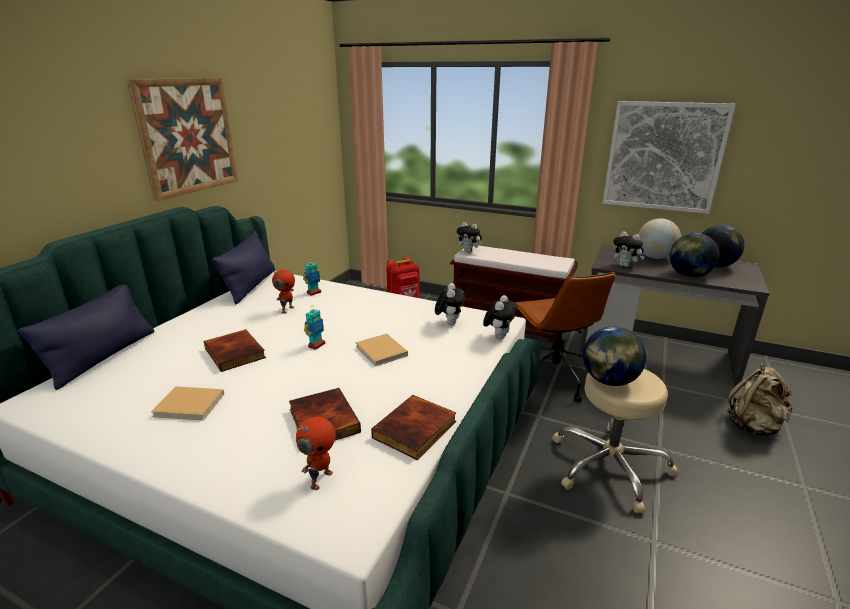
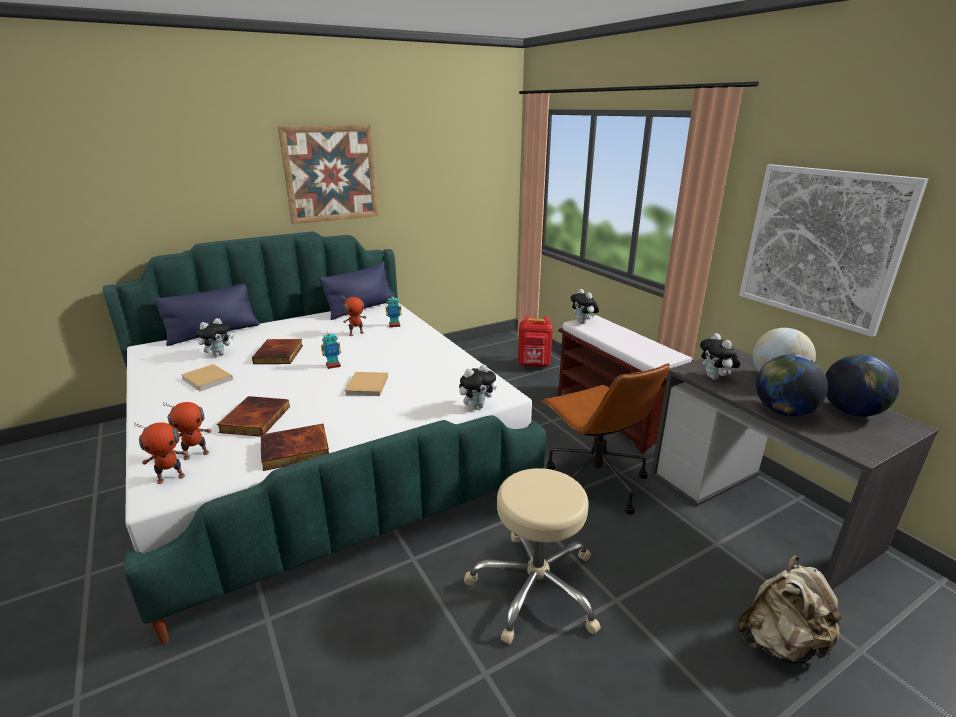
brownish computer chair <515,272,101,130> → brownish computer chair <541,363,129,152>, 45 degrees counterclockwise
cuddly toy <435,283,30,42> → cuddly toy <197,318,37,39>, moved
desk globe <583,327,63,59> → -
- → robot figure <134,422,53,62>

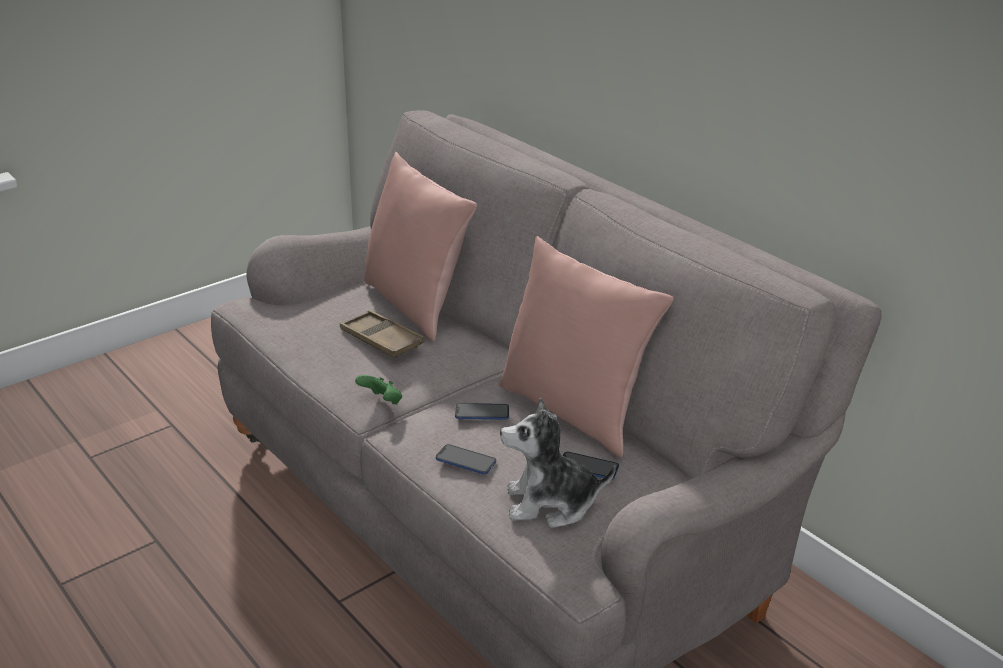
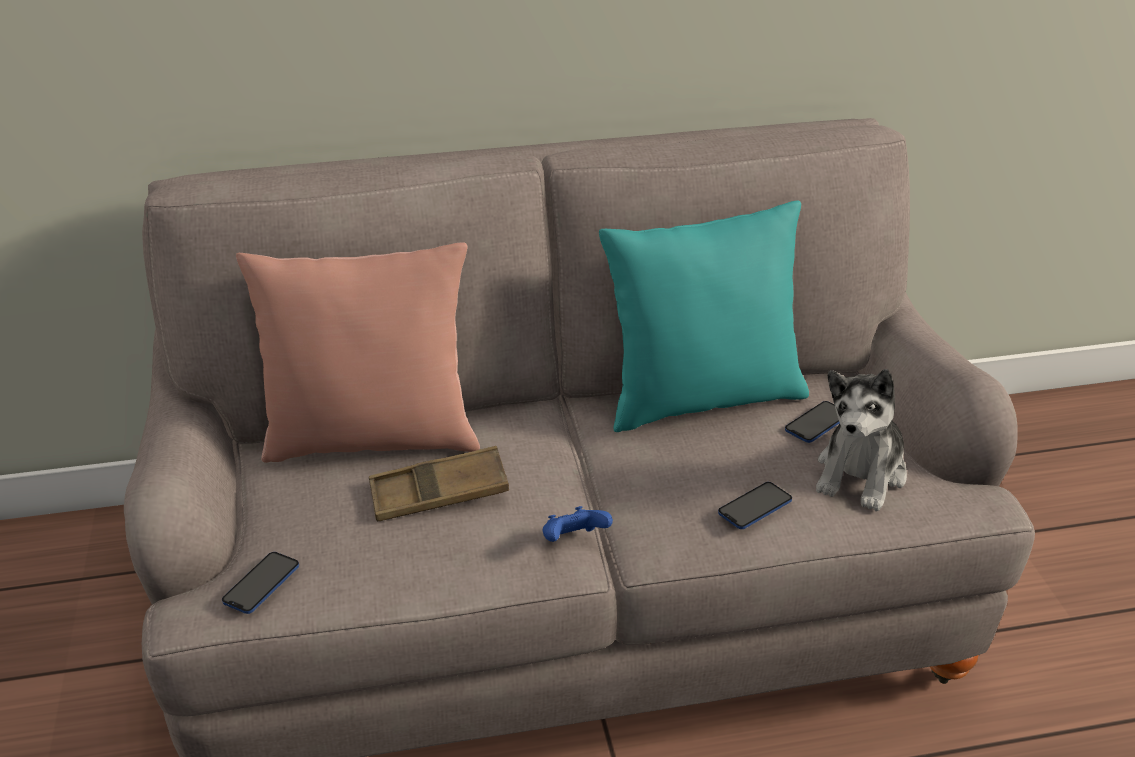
pink pillow <499,236,174,221> → blue-green pillow <599,200,210,232>
green joypad <355,375,47,29> → blue joypad <543,506,70,36>
handset <455,403,54,17> → handset <222,552,77,62>, moved

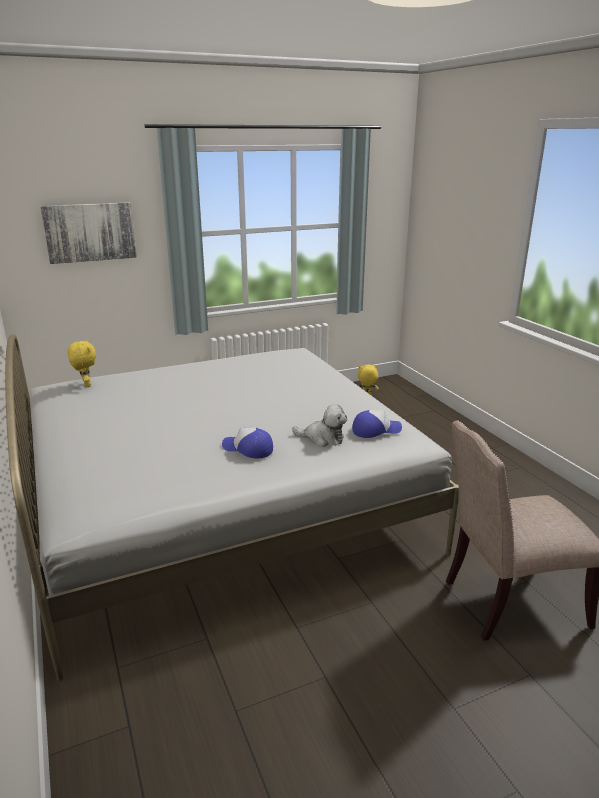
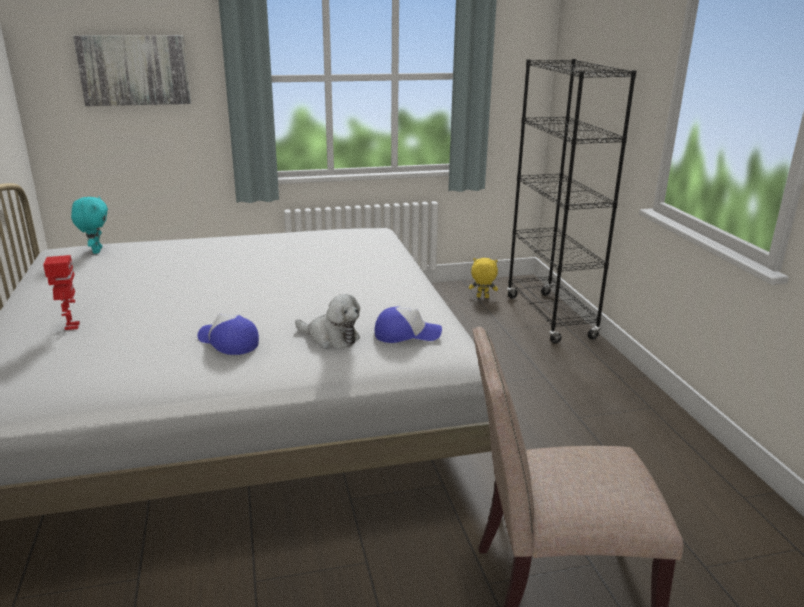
yellow-coloured cuddly toy <68,340,28,48> → blue-green cuddly toy <71,196,37,58>
- → black bookcase <507,59,129,285>
- → robot figure <43,255,37,75>

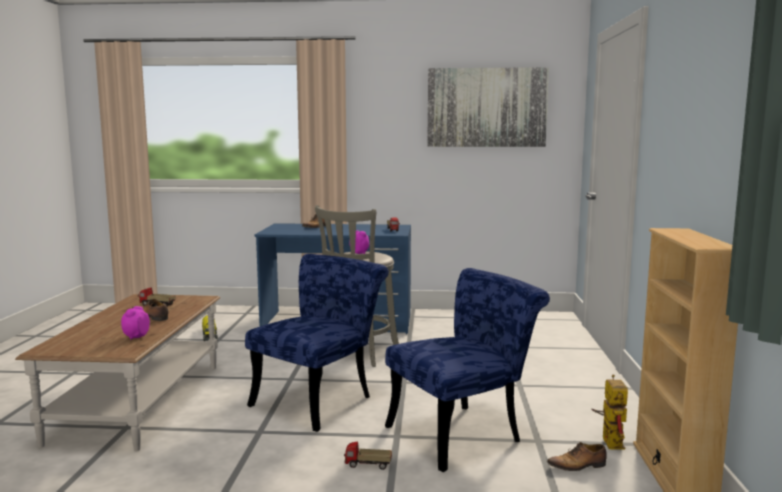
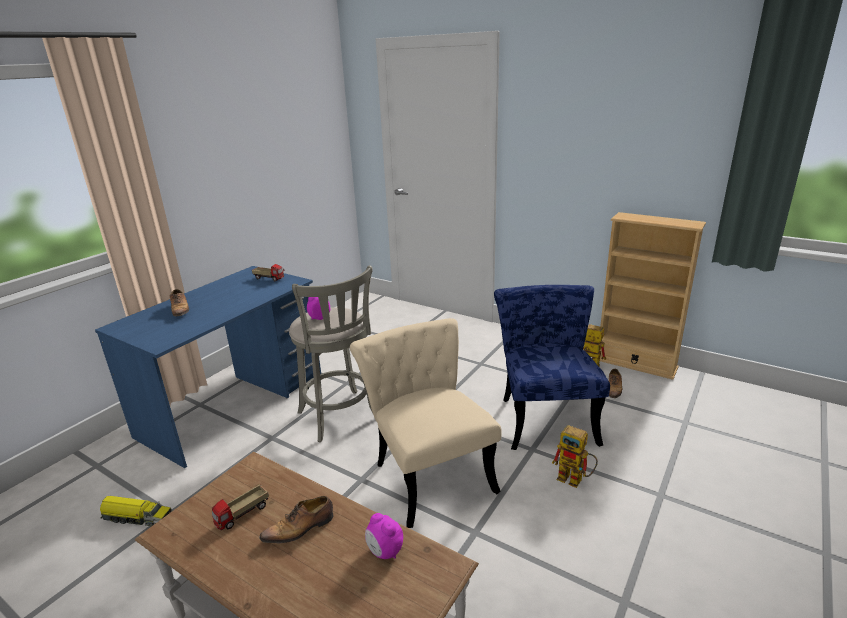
wall art <427,67,122,80> → -
blue upright chair <245,254,144,178> → sand-coloured upright chair <350,318,151,210>
toy truck <344,442,48,28> → robot figure <552,425,46,63>

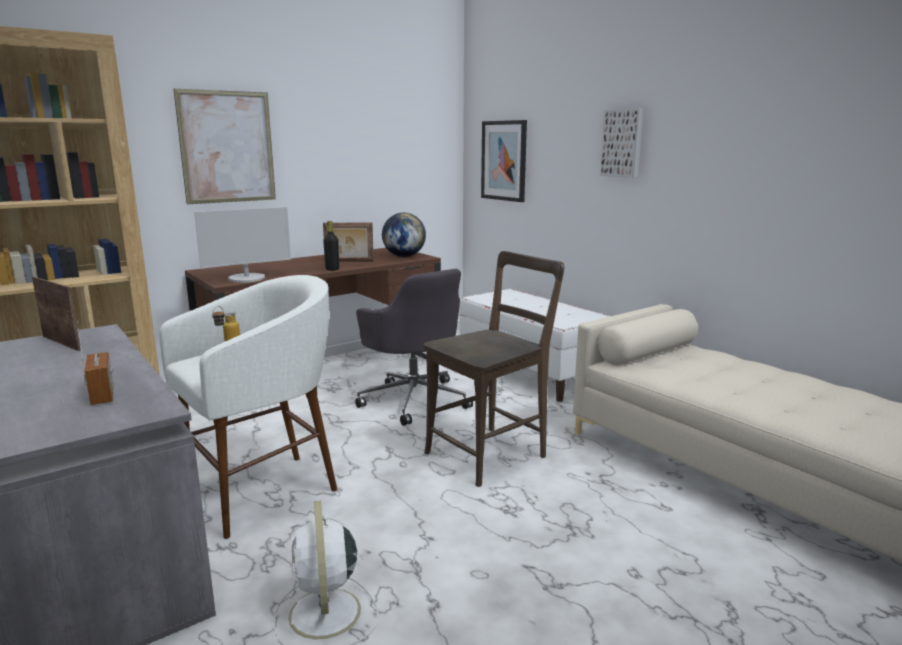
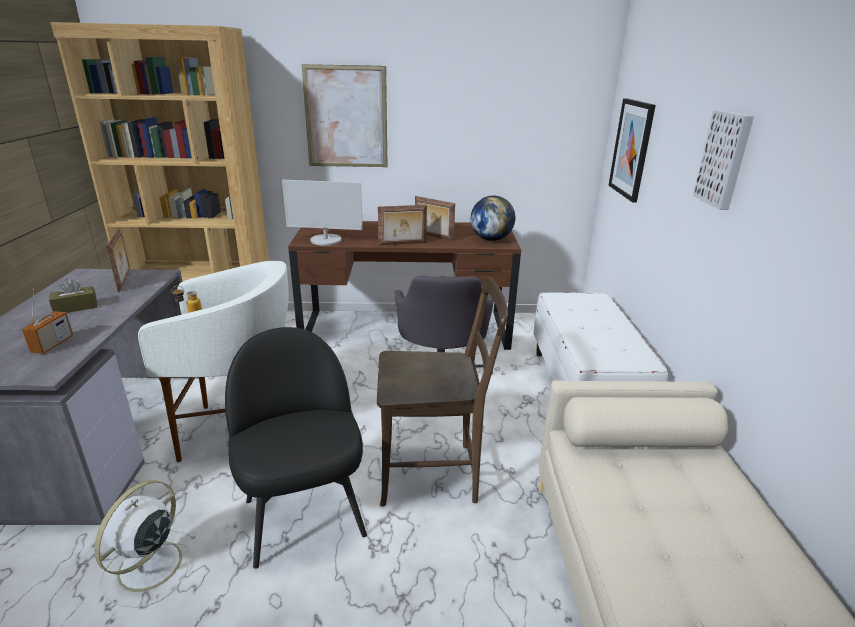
black beverage bottle <323,221,16,50> → photo frame <378,205,49,40>
- → brownish tissue holder <49,278,48,35>
- → black upright chair <225,327,142,242>

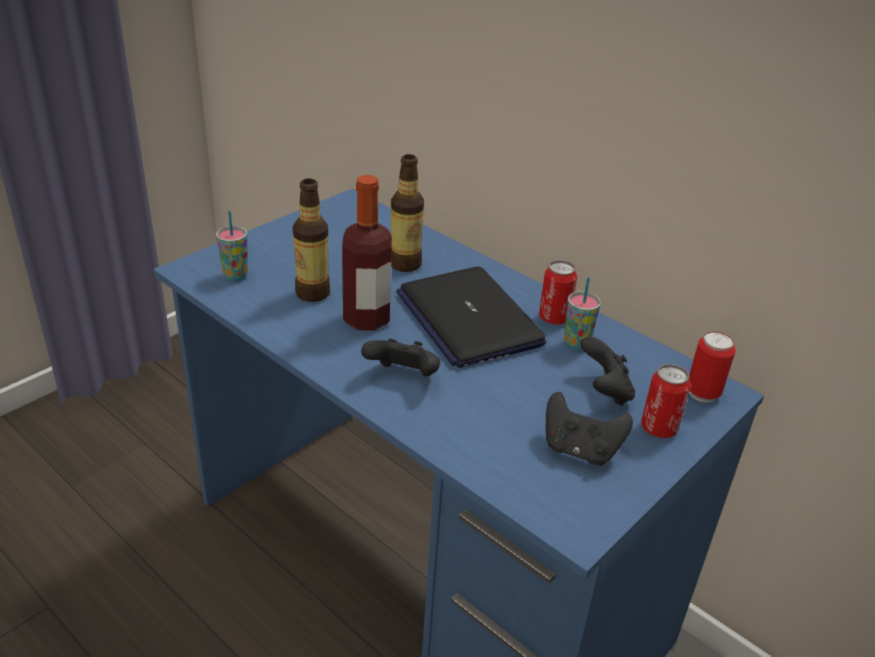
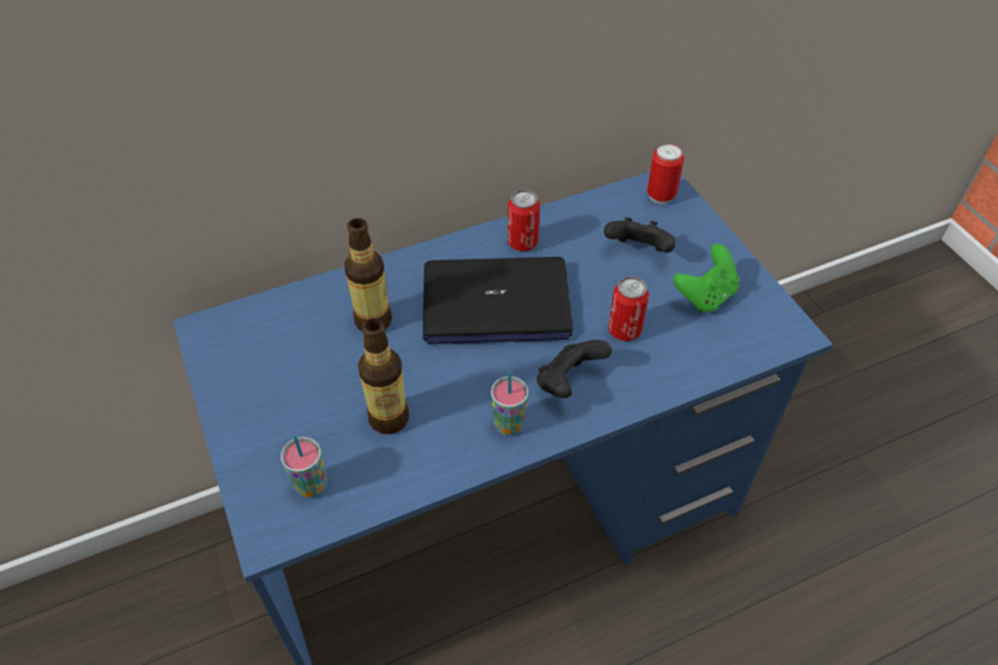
beverage bottle <342,175,50,155> → -
cup <564,277,37,73> → cup <491,372,37,64>, moved
sealed can <641,364,50,74> → sealed can <608,276,41,65>, moved
black joypad <546,392,87,73> → green joypad <673,244,67,69>

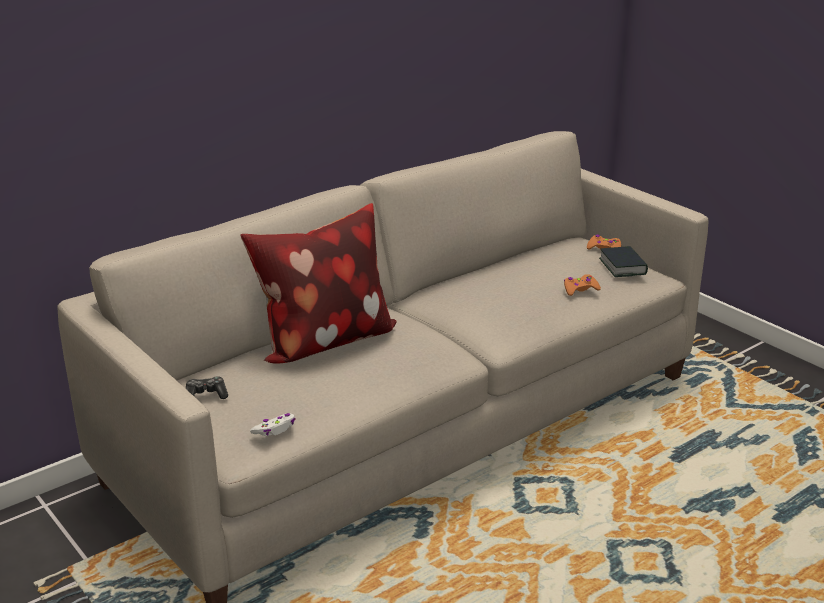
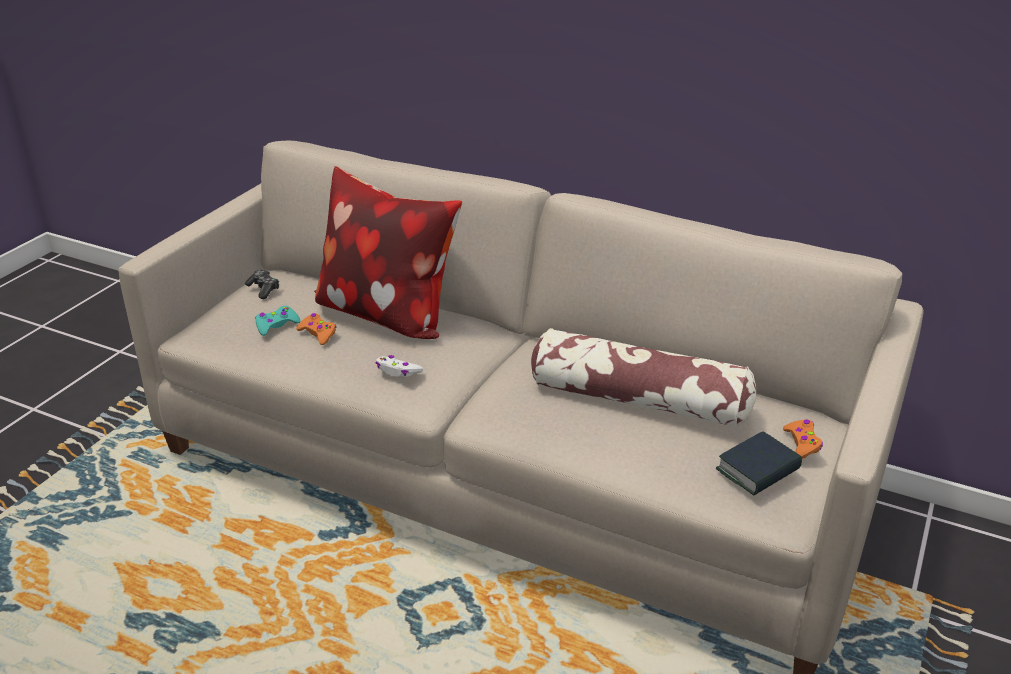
orangey joypad <564,274,37,22> → orangey joypad <296,313,40,32>, moved
white joypad <250,413,46,23> → white joypad <375,355,48,22>, moved
- → blue-green joypad <255,306,46,30>
- → pillow <531,328,225,100>

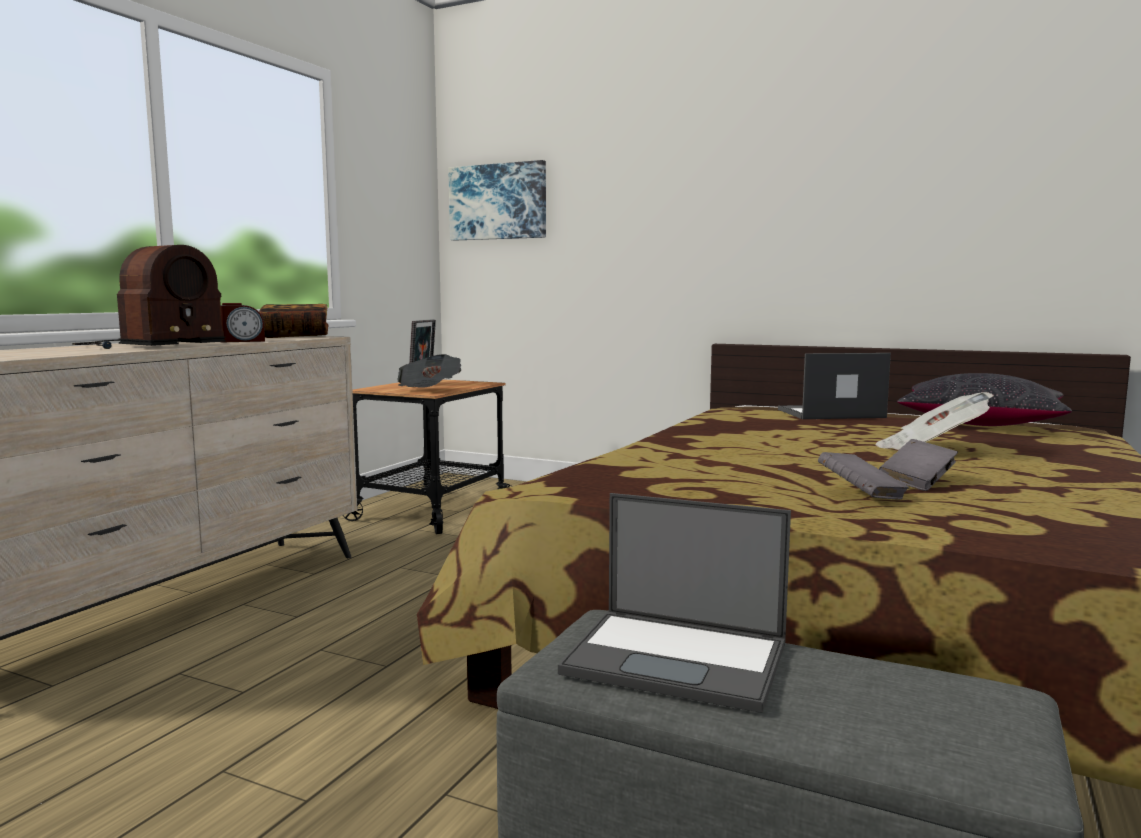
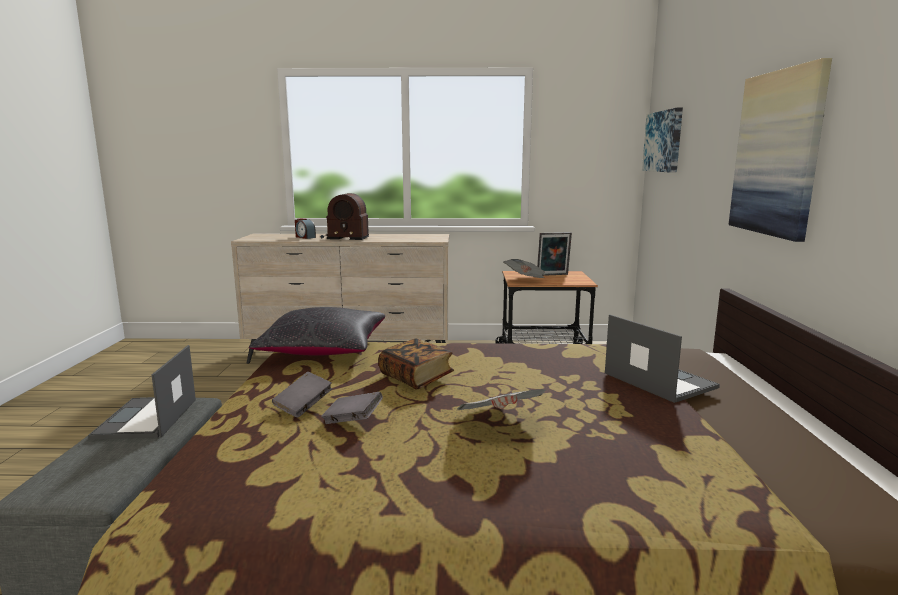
alarm clock <221,303,44,39> → alarm clock <295,218,21,21>, moved
book <259,304,69,34> → book <378,338,76,51>, moved
black pillow <897,373,175,53> → black pillow <249,307,136,49>, moved
- → wall art <729,58,103,184>

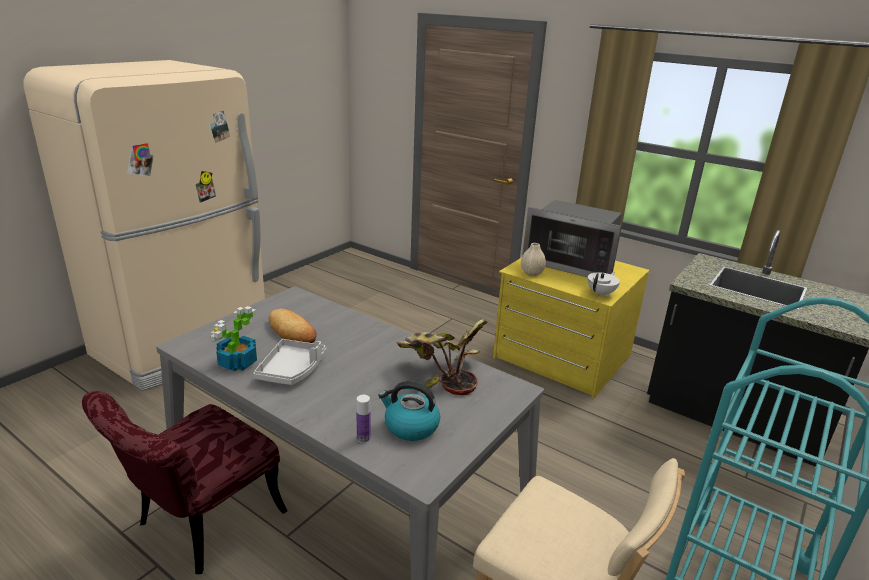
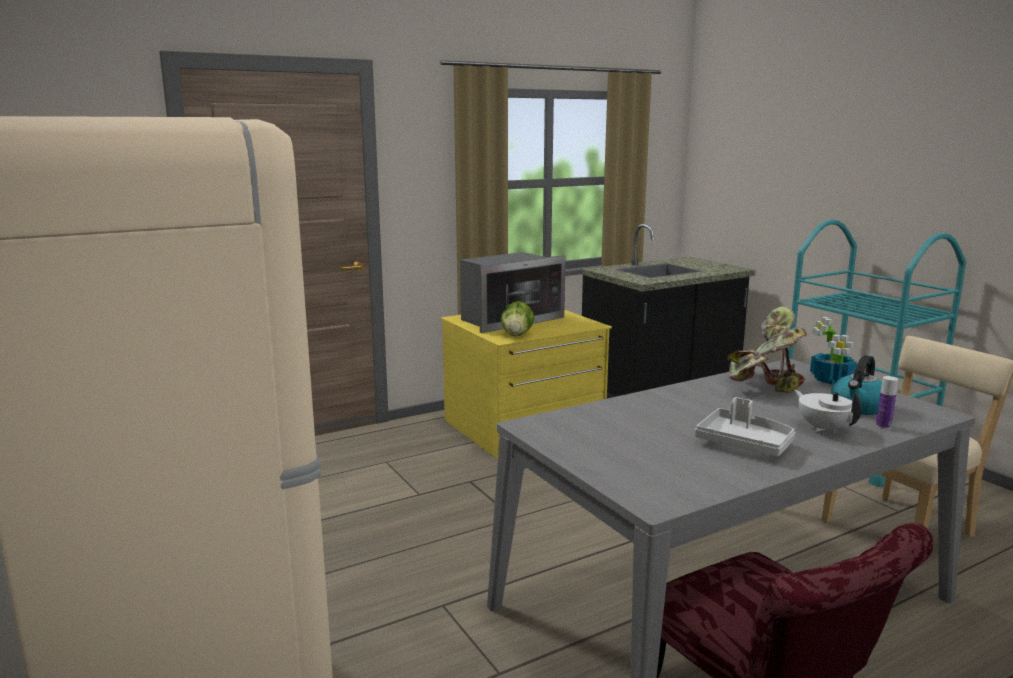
sand-coloured decorative vase <521,243,25,33> → lettuce <501,301,33,35>
white teapot <588,272,32,25> → white teapot <795,390,66,44>, moved
plant in a pot <210,306,47,66> → plant in a pot <810,317,47,68>, moved
bakery bread <269,308,47,35> → -

